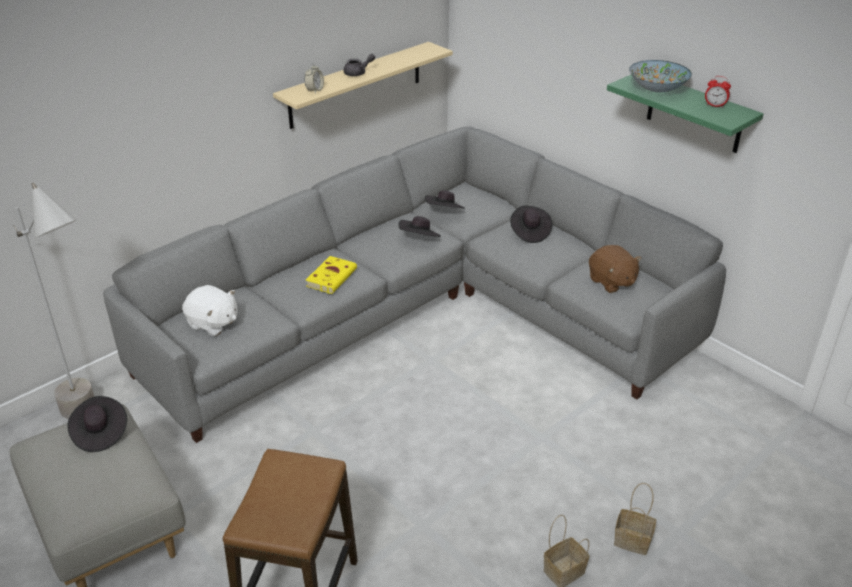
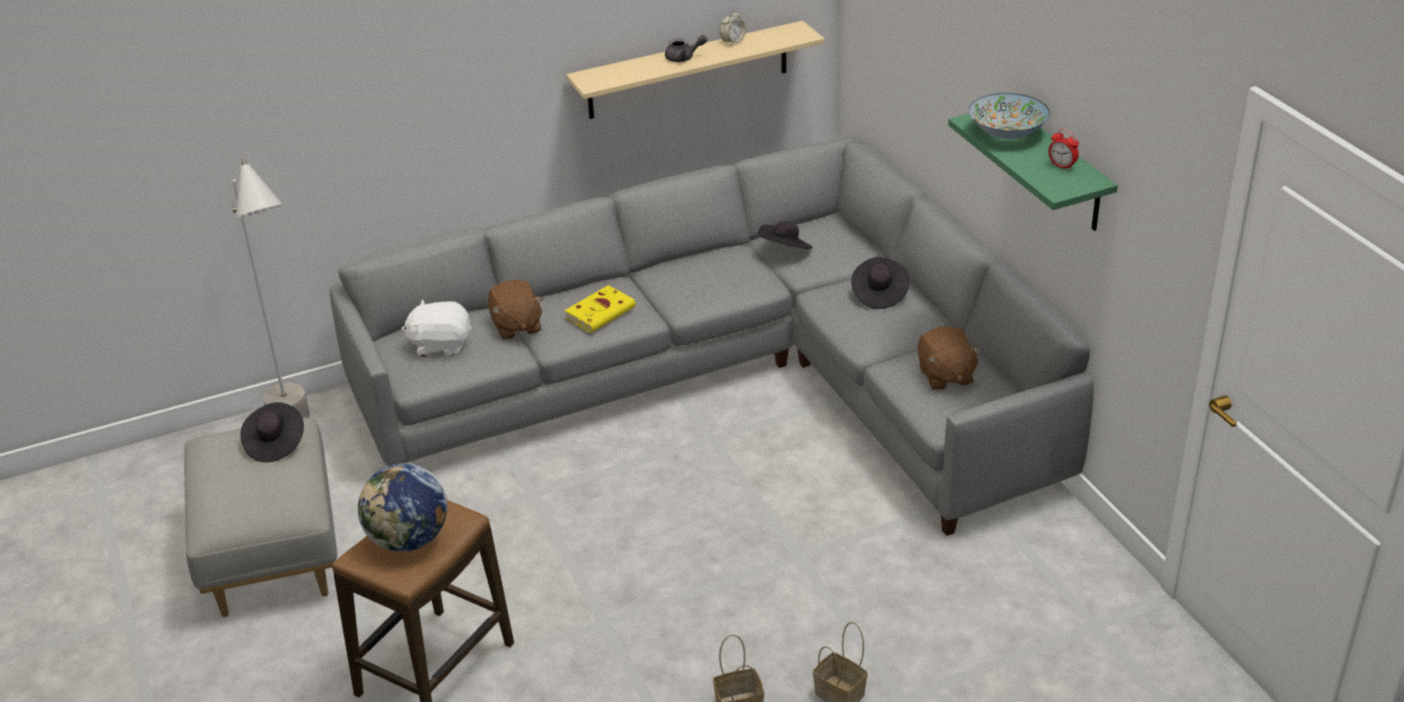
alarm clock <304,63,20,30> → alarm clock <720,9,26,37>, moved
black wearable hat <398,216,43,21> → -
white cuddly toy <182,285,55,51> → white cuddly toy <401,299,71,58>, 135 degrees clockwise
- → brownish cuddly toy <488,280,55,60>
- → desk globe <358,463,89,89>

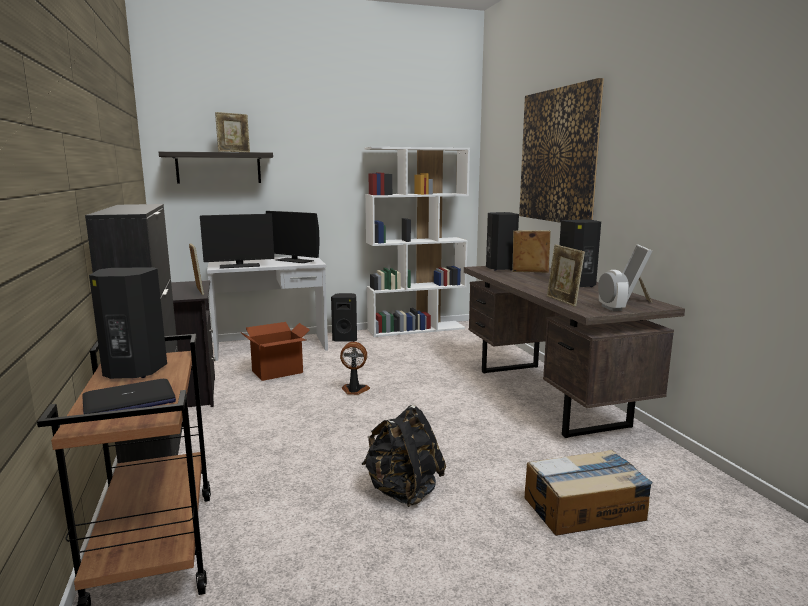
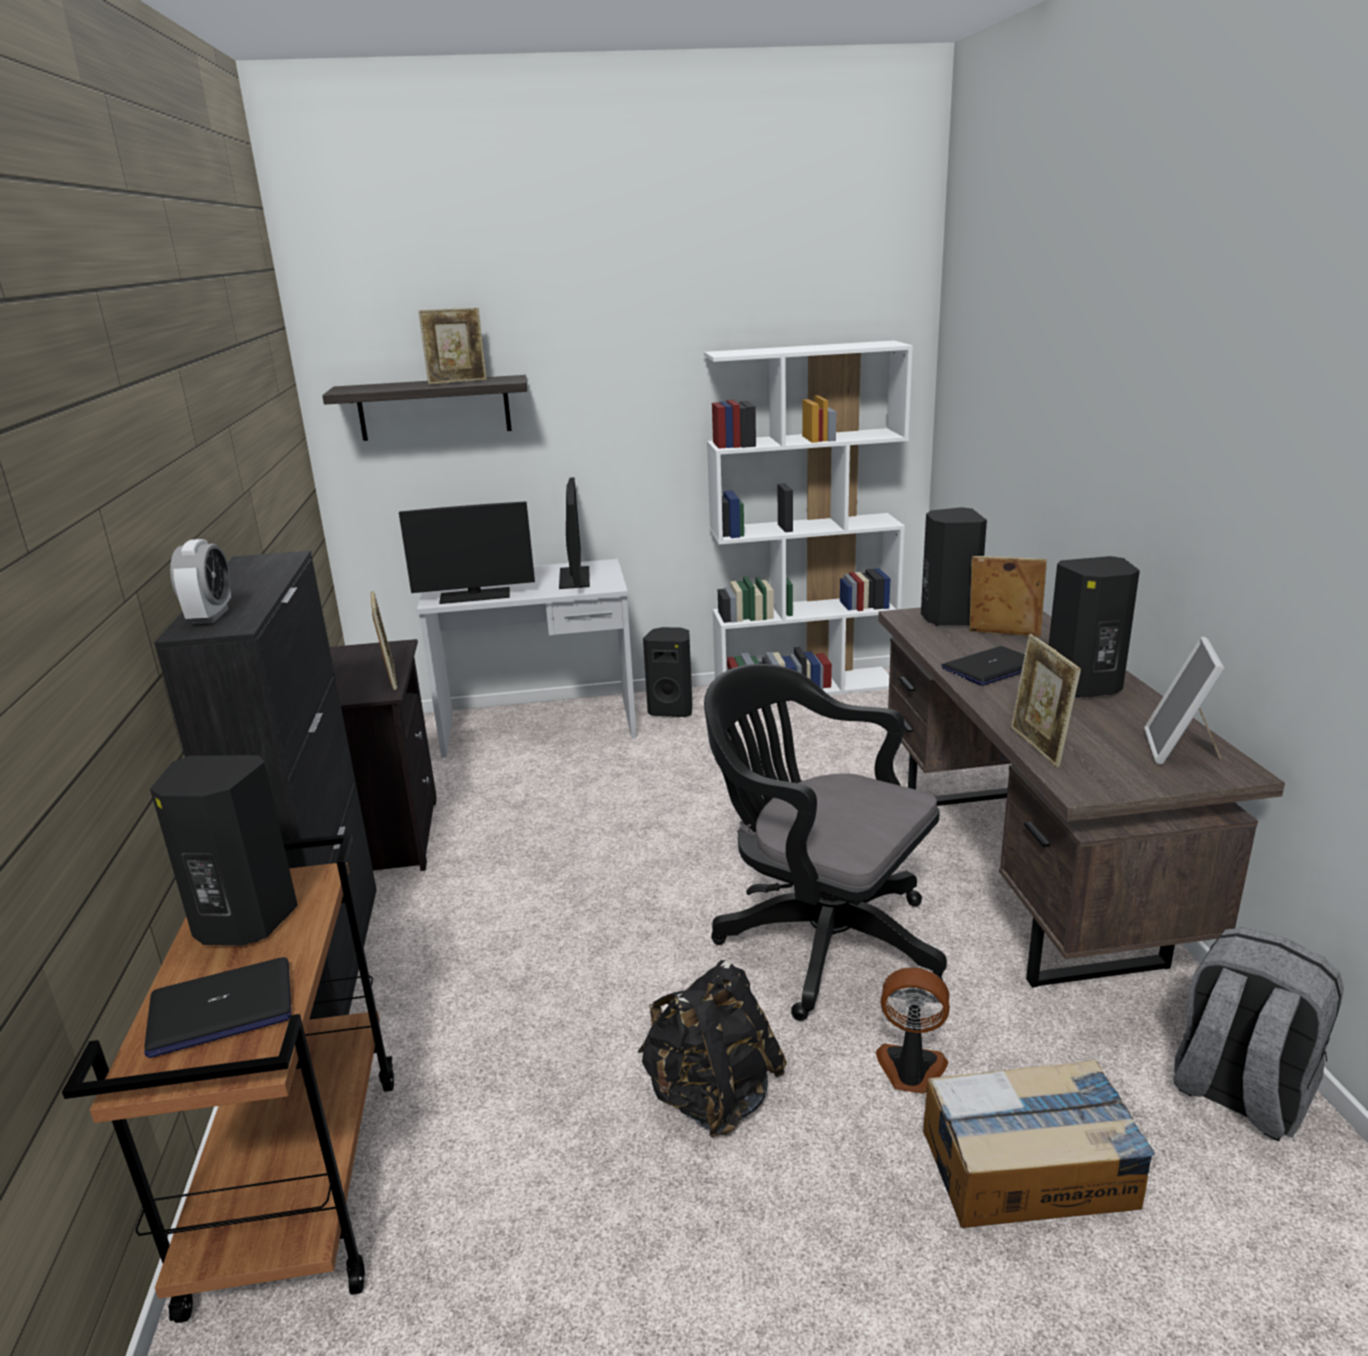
wall art <519,78,85,145> → -
computer display <266,211,54,52> → computer display <559,477,31,112>, 135 degrees counterclockwise
alarm clock <598,270,31,41> → alarm clock <170,539,61,85>, moved
carton <240,322,70,59> → -
cooling fan <340,342,30,53> → cooling fan <876,967,74,127>, moved
- → portable computer <941,646,84,40>
- → black computer chair <704,664,243,357>
- → grey rucksack <1173,928,171,214>

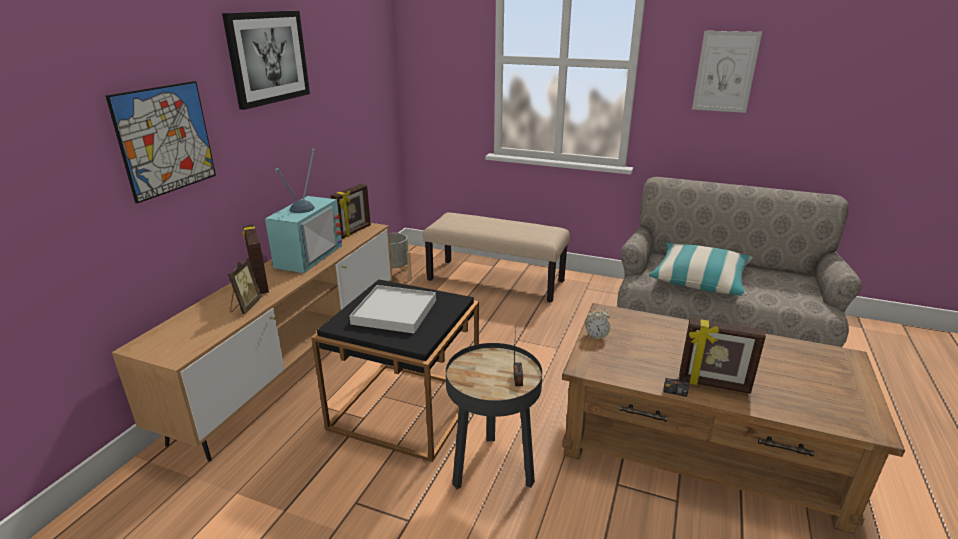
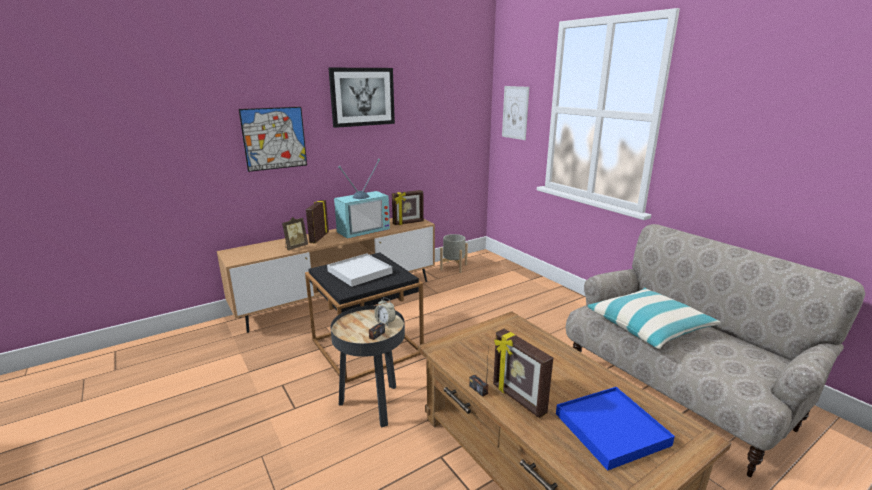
wall art <692,31,70,82> → wall art <502,86,27,54>, moved
sand-coloured bench <423,213,147,89> → -
alarm clock <585,307,25,32> → alarm clock <374,298,22,28>, moved
- → blue serving tray <556,387,119,84>

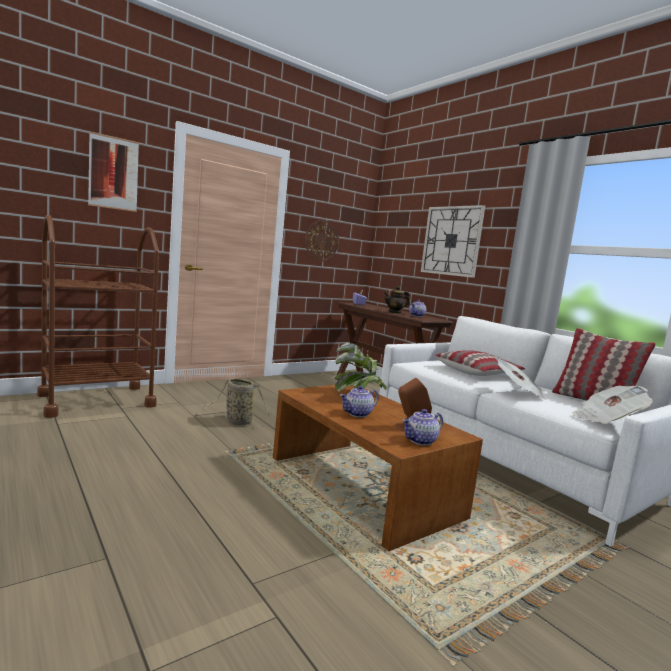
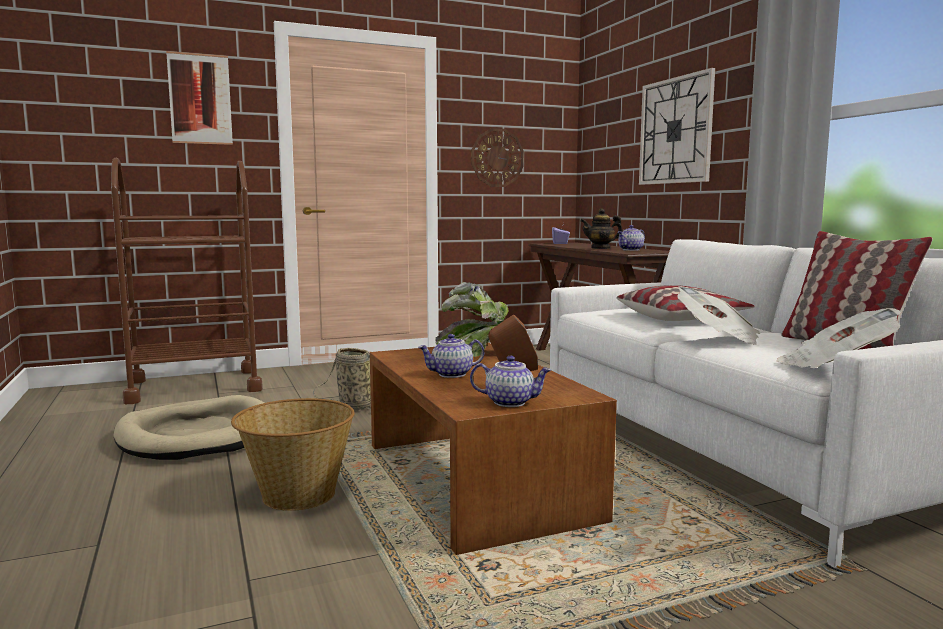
teapot <402,409,41,37> → teapot <470,356,81,51>, 150 degrees counterclockwise
- → sand-coloured dog bed <113,395,151,65>
- → basket <231,398,124,113>

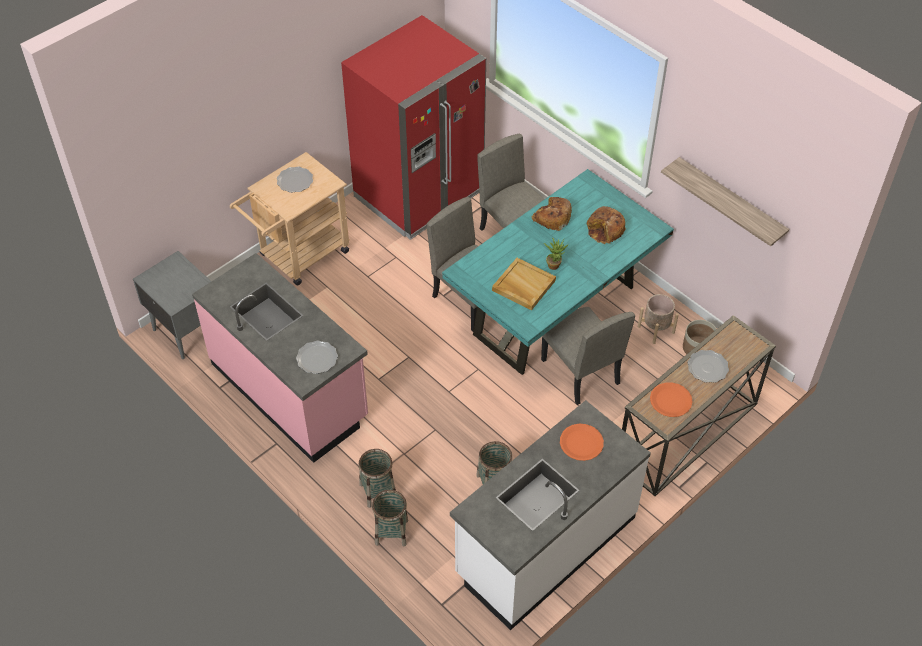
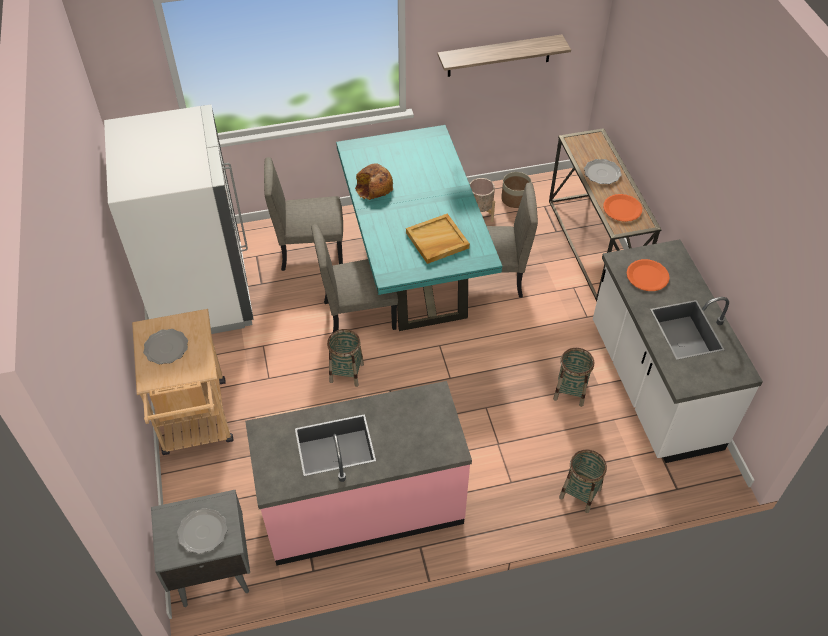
red refrigerator <341,15,145,225> → white refrigerator <104,105,149,229>
bakery bread <587,206,39,38> → -
plant in a pot <544,237,25,33> → -
dinner plate <296,340,42,34> → dinner plate <177,508,50,46>, moved
basket <358,449,38,59> → basket <327,329,37,58>, moved

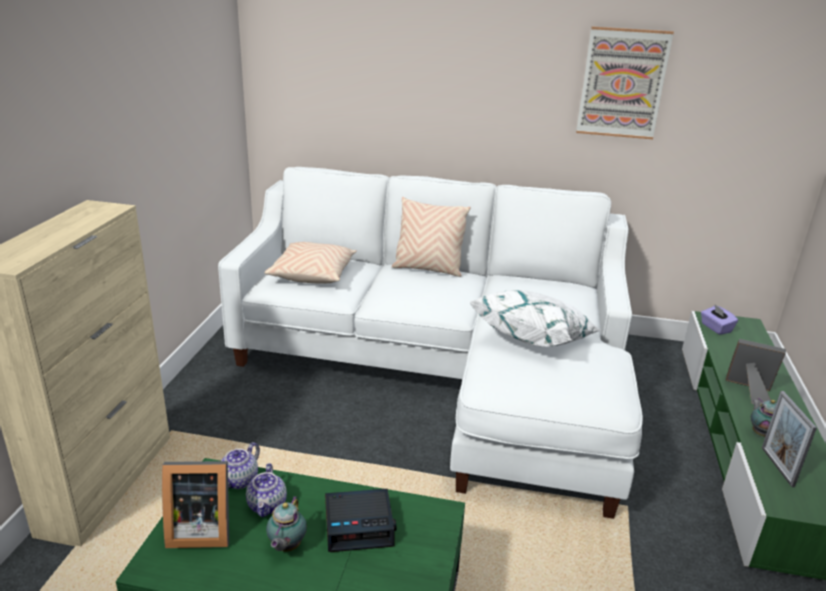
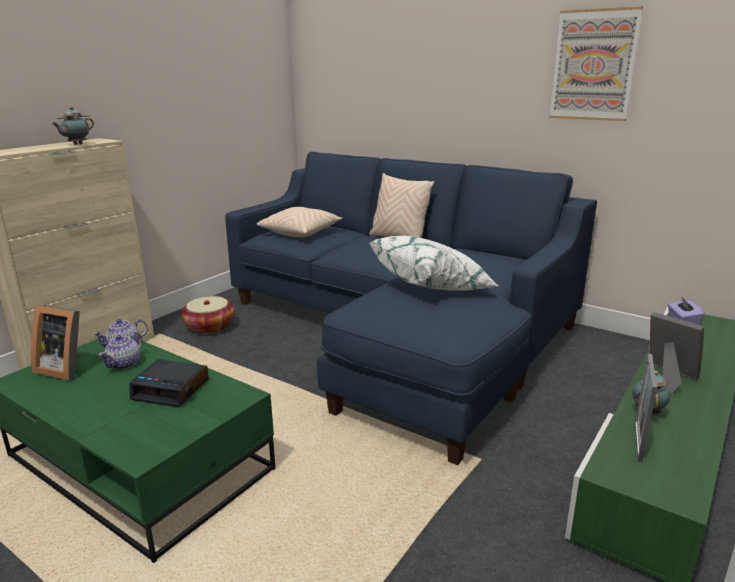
white settee <218,167,425,352> → blue settee <225,152,372,313>
teapot <266,496,41,56> → teapot <52,107,42,38>, moved
- → basket <181,296,54,38>

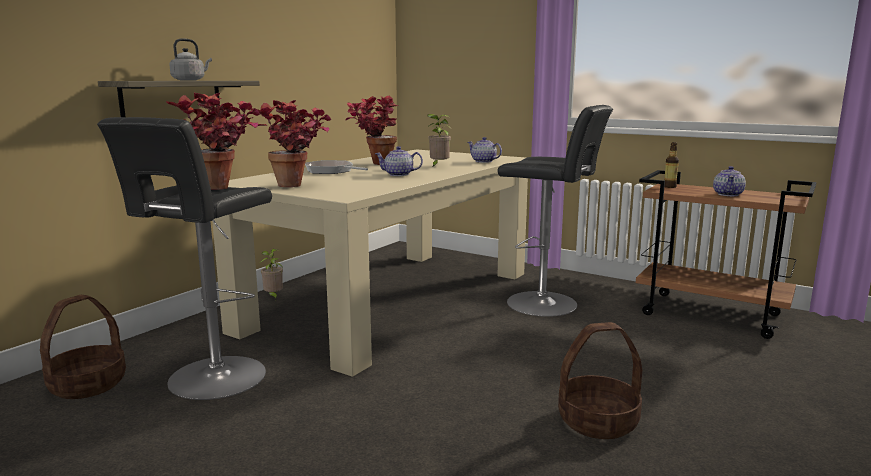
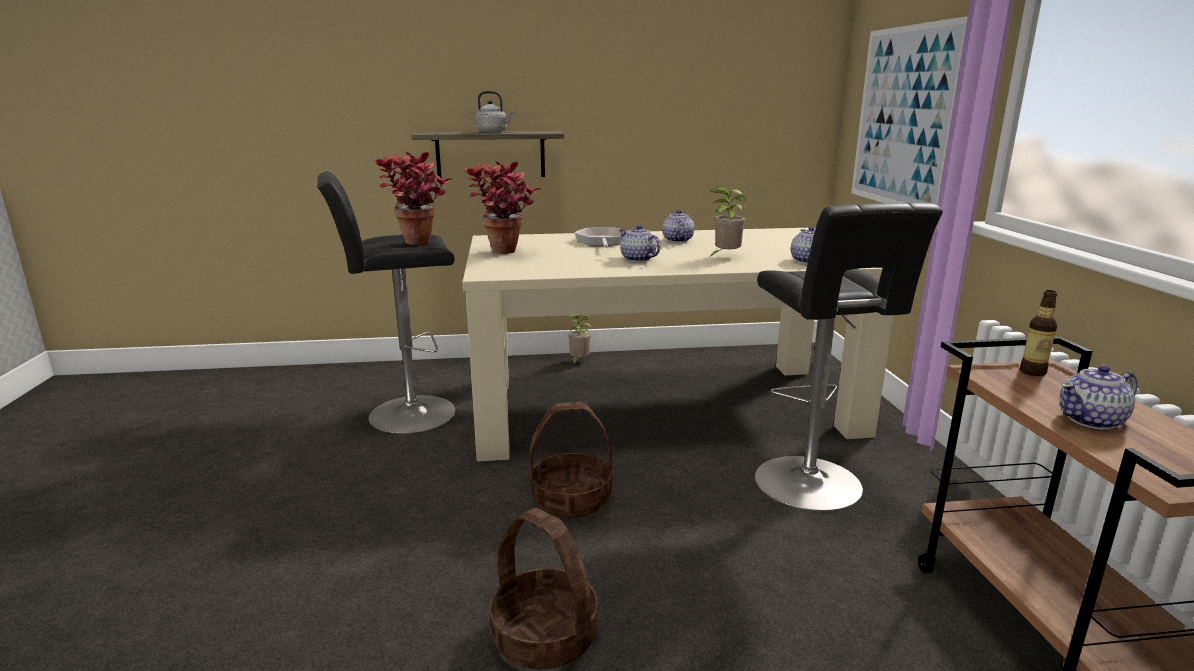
plant in a pot <345,96,54,69> → teapot <662,209,32,33>
basket <40,295,86,104> → basket <530,402,82,116>, moved
- → wall art <851,16,117,189>

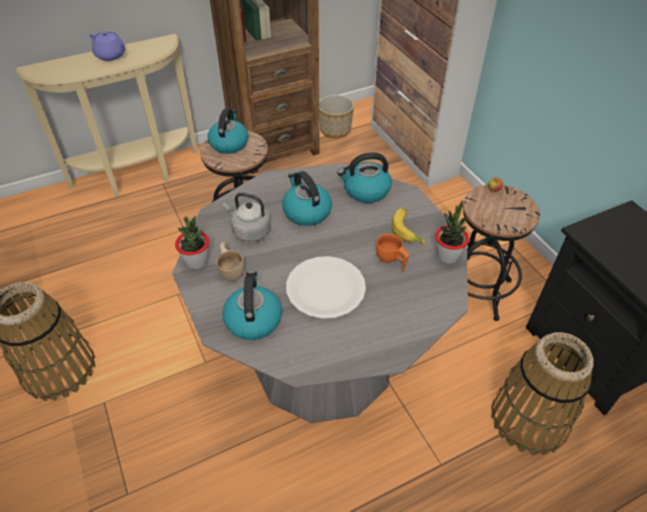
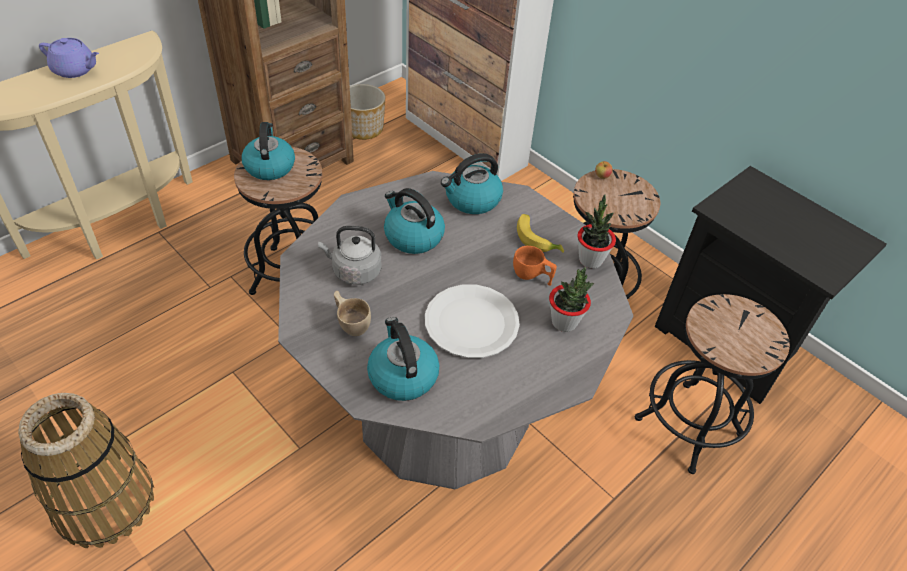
plant in a pot <175,216,34,53> → plant in a pot <549,267,45,65>, moved
basket <491,332,103,123> → black sitting stool <635,294,155,180>

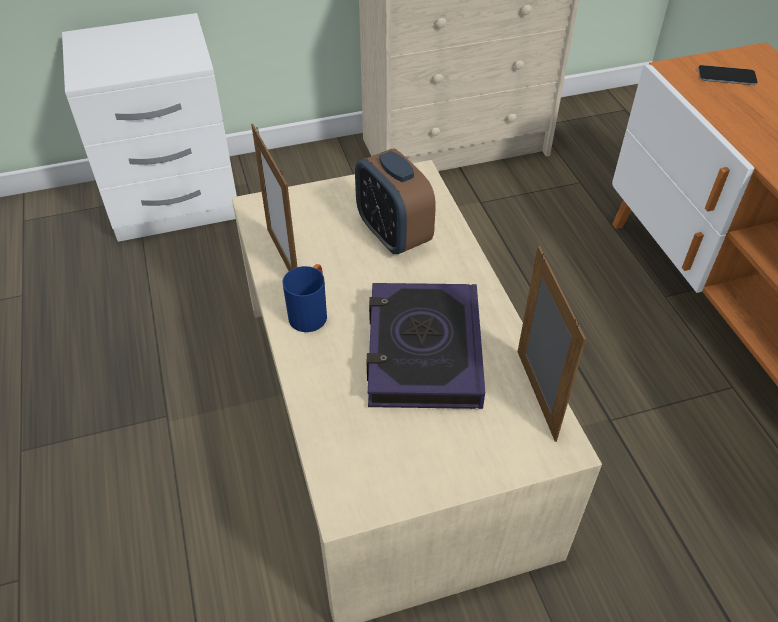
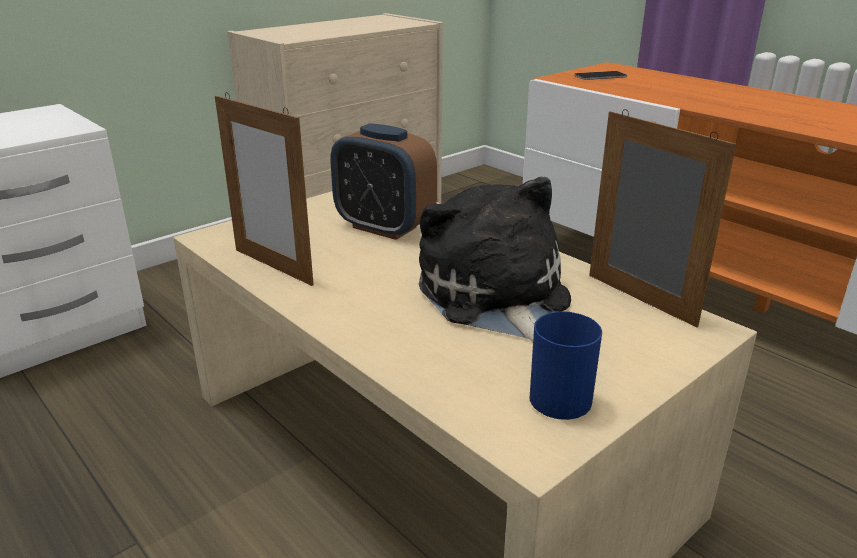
blue mug <282,264,45,68> → blue mug <530,311,72,109>, moved
book <367,283,118,126> → cuddly toy <419,177,152,166>

